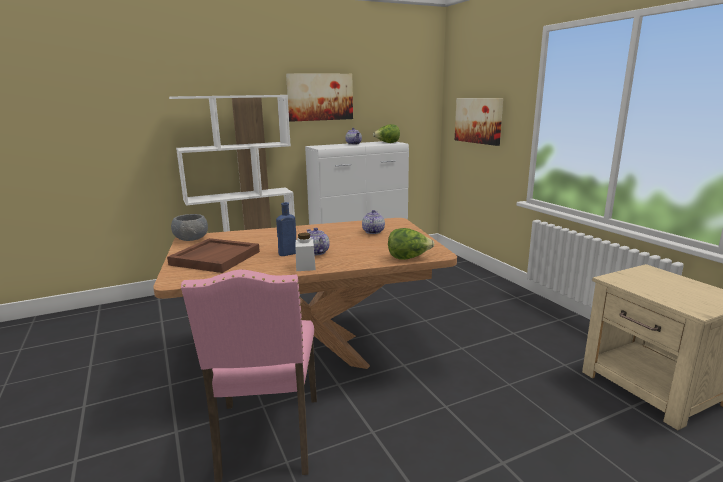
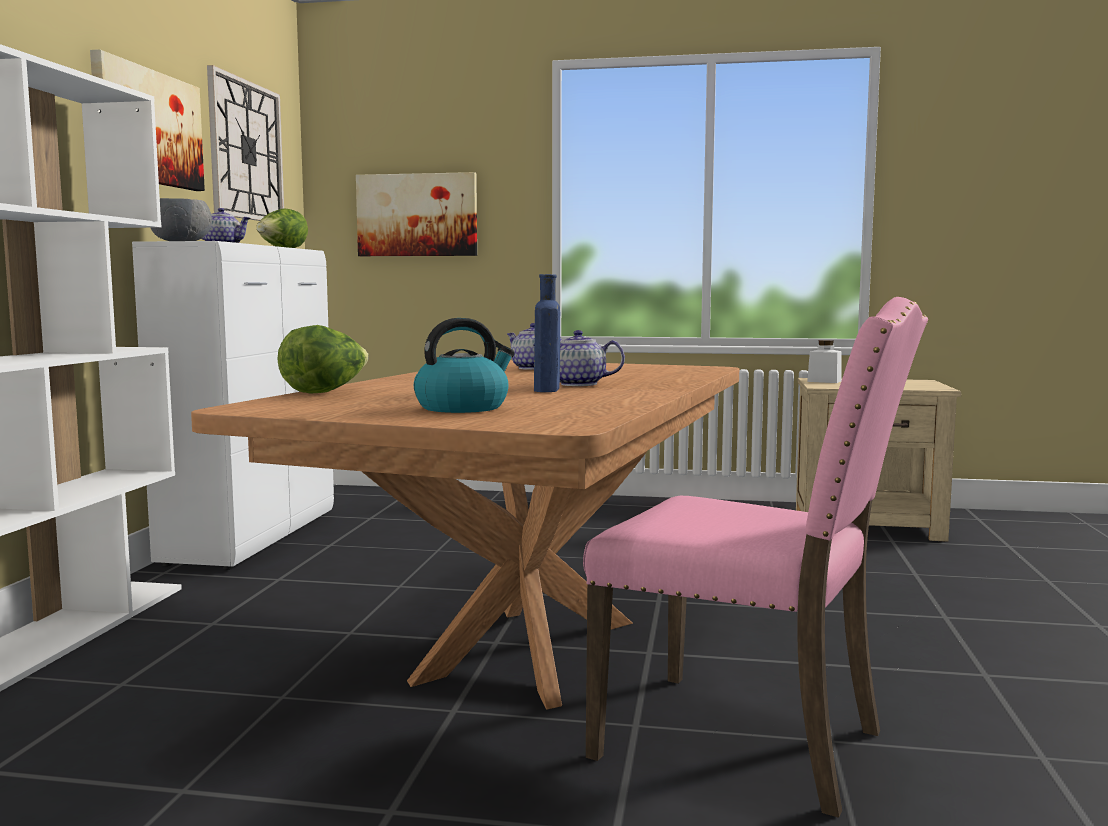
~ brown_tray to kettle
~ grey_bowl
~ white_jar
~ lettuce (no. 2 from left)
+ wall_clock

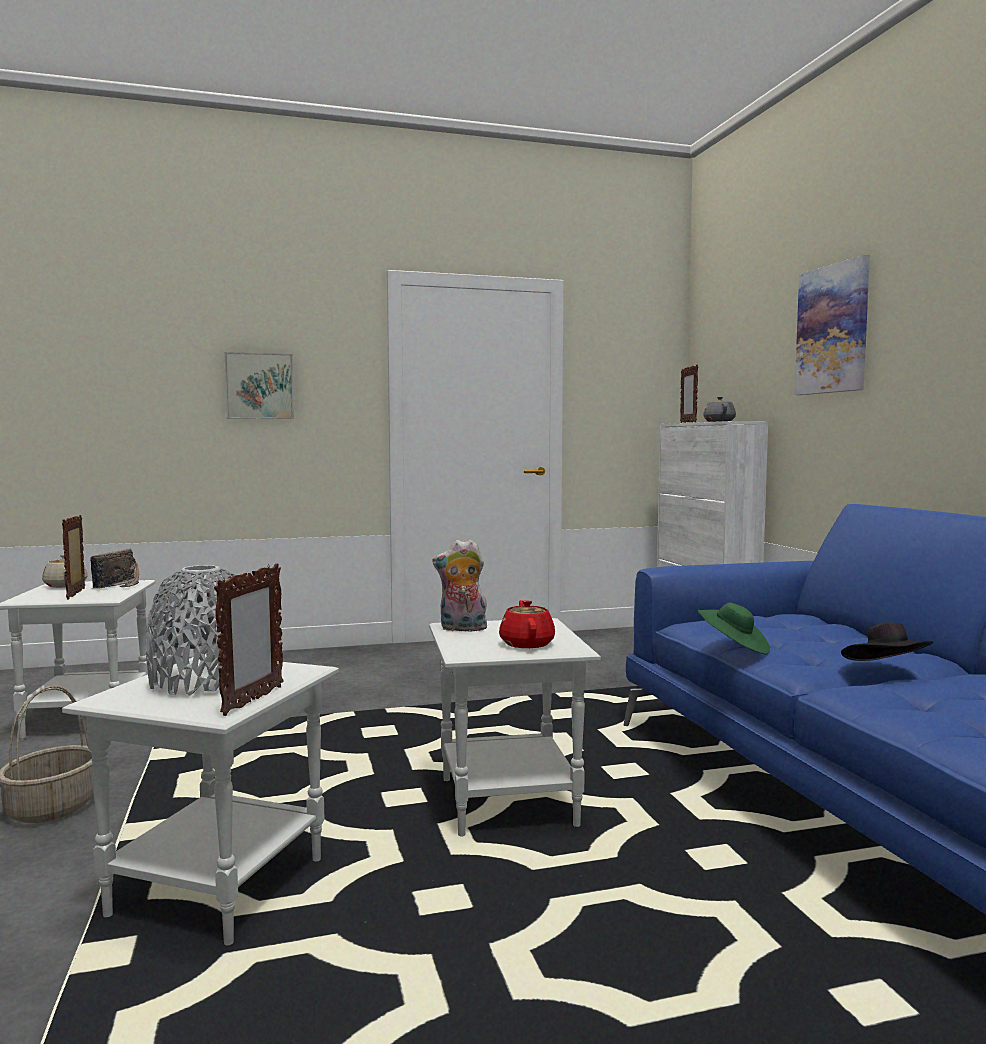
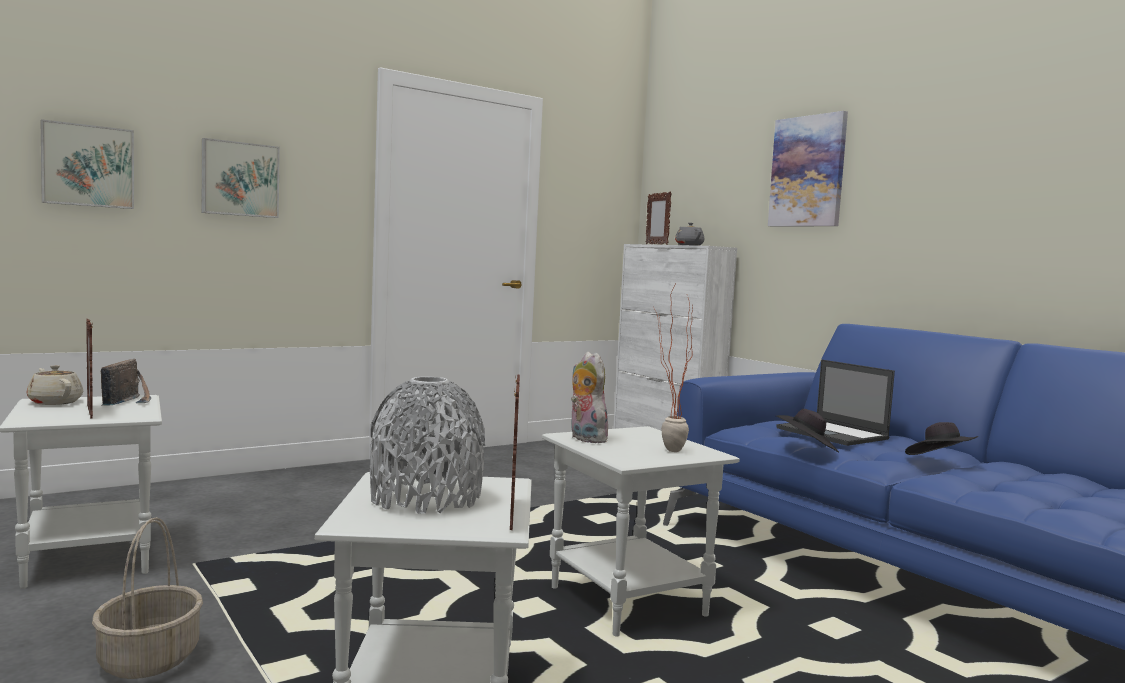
~ plush_toy 75 degrees clockwise
~ red_teapot to potted_plant
~ green_hat to black_hat (no. 1 from left)
+ picture (no. 1 from left)
+ laptop

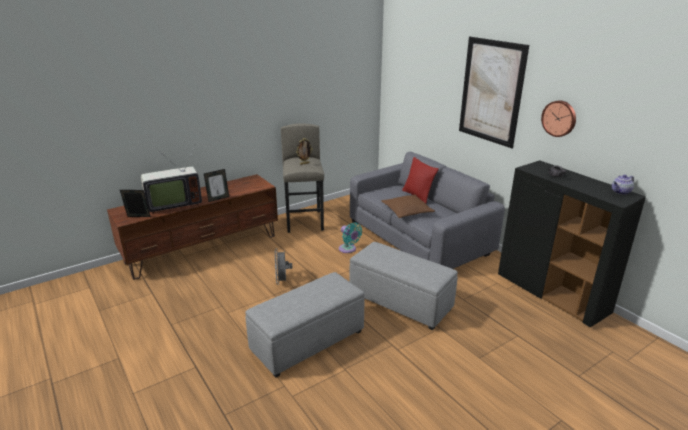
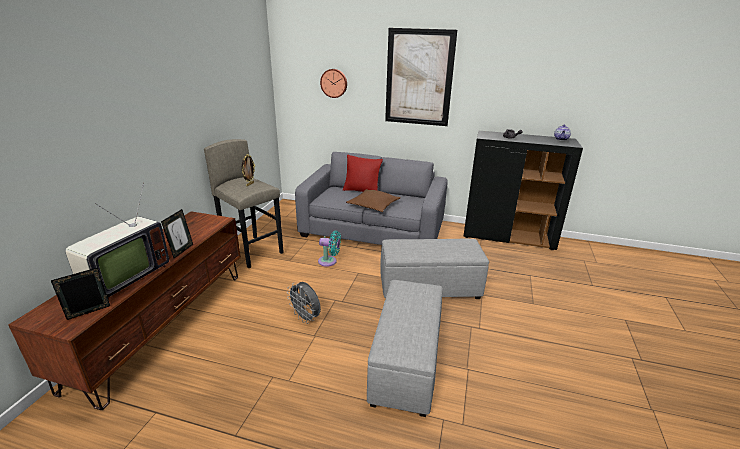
~ wall_clock

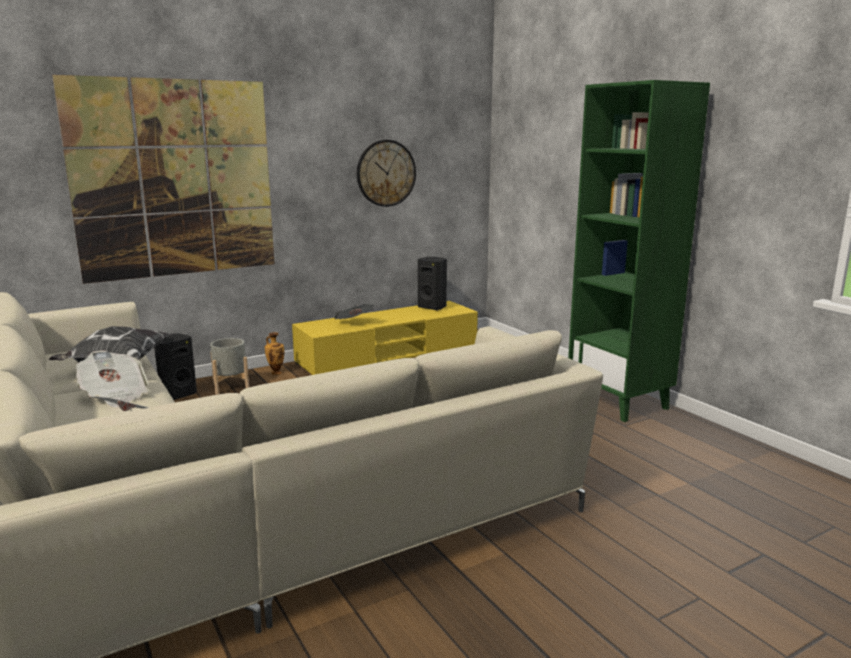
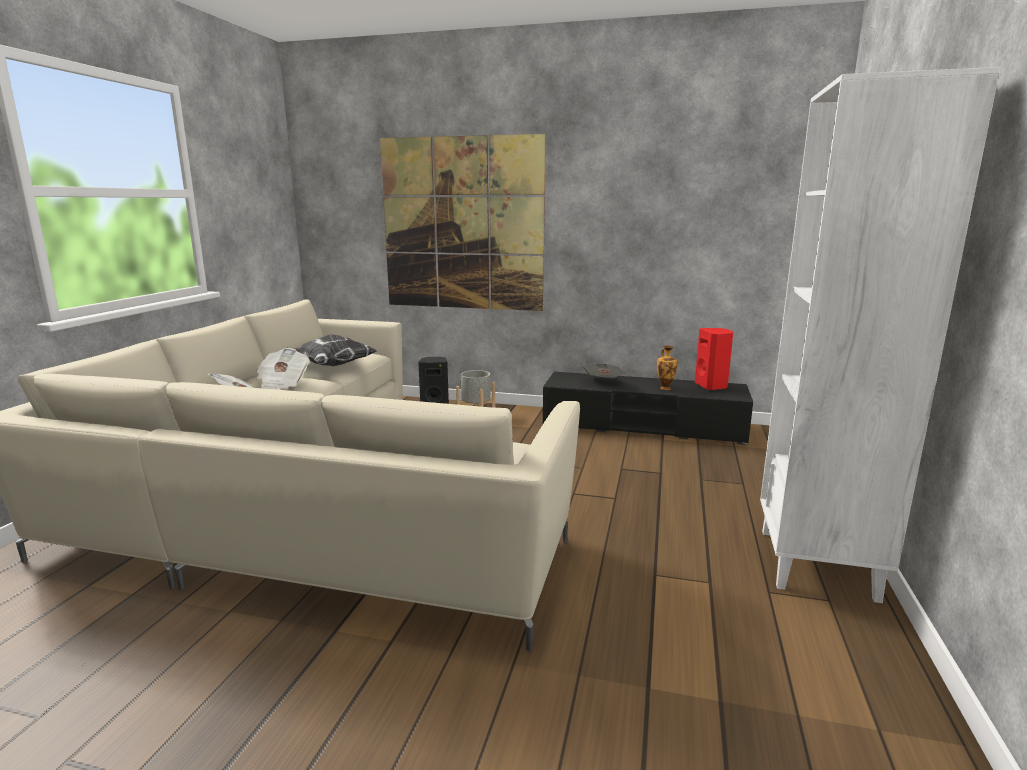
~ vase
~ yellow_tv_stand to black_tv_stand
- wall_clock
~ black_speaker (no. 2 from left) to red_speaker
~ green_bookcase to white_bookcase

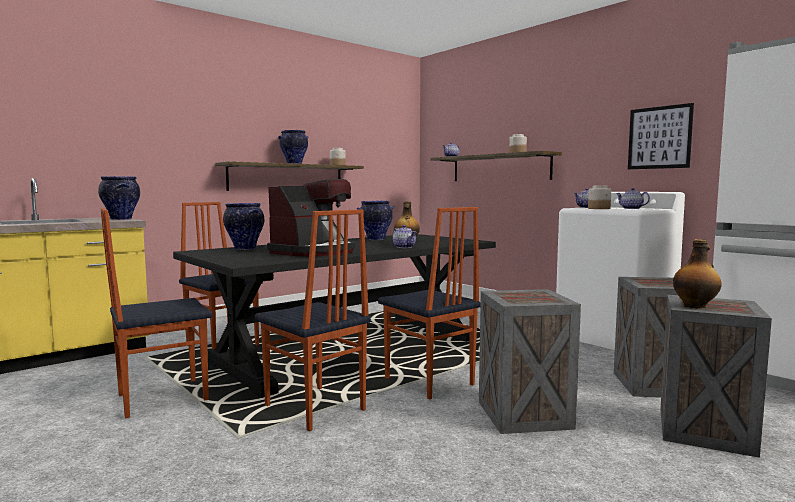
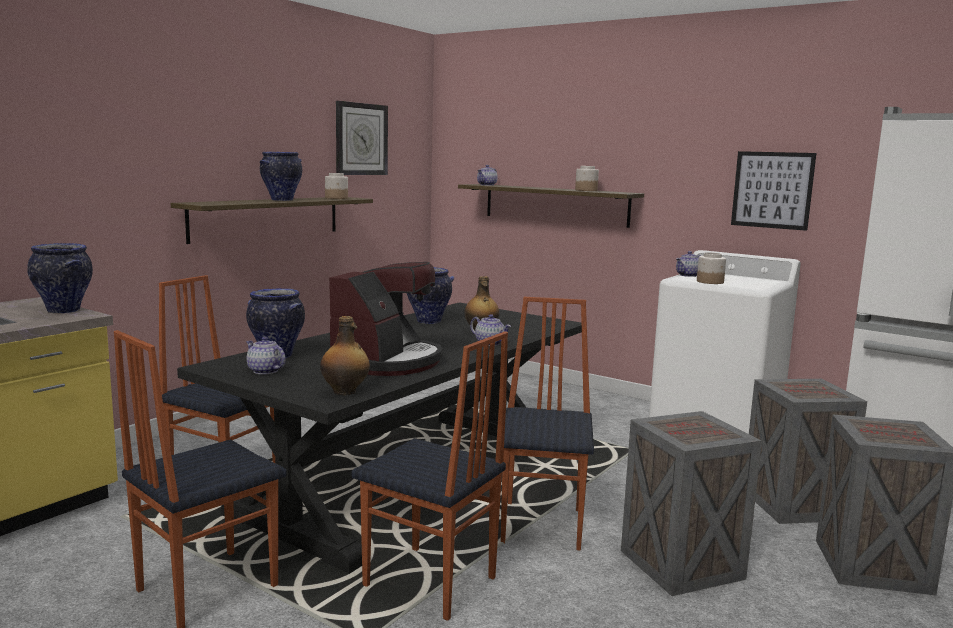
~ chair (no. 4 from left) 120 degrees counterclockwise
~ teapot (no. 4 from left in the first image) to teapot (no. 1 from left)
~ bottle (no. 2 from left in the first image) to bottle (no. 1 from left)
+ wall_clock

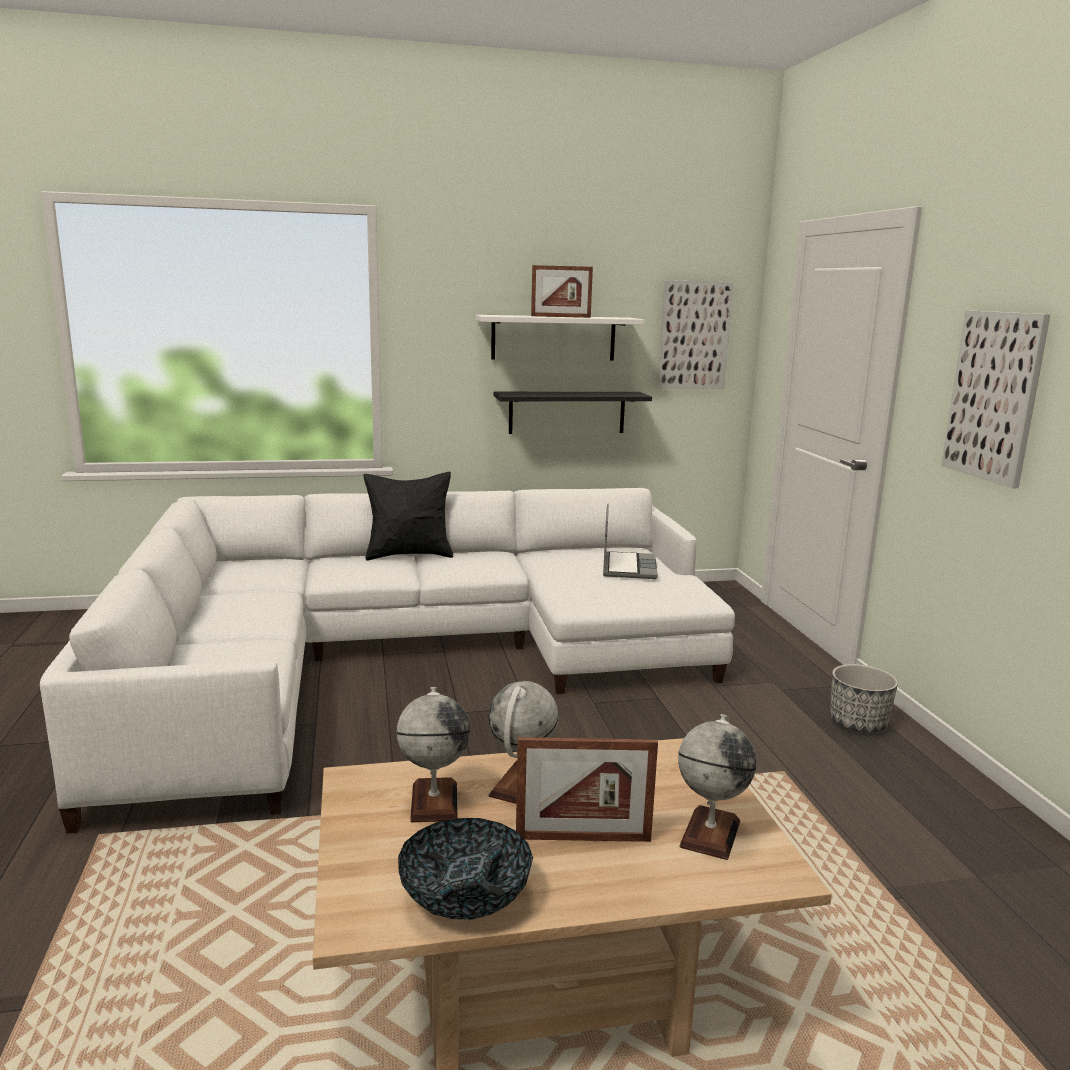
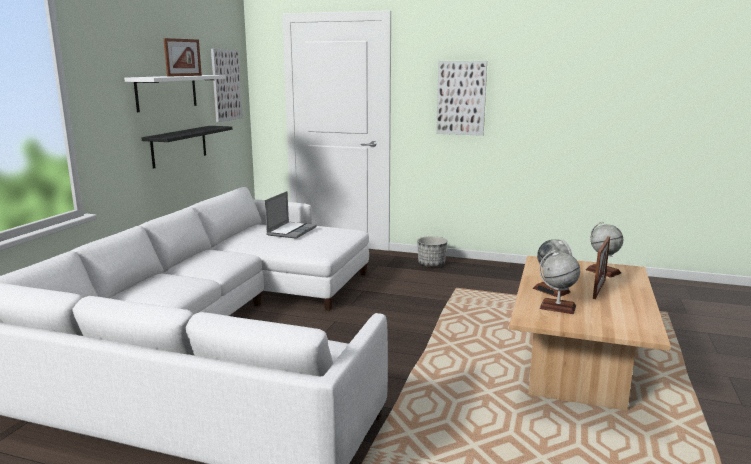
- black_pillow
- bowl
~ laptop 75 degrees clockwise

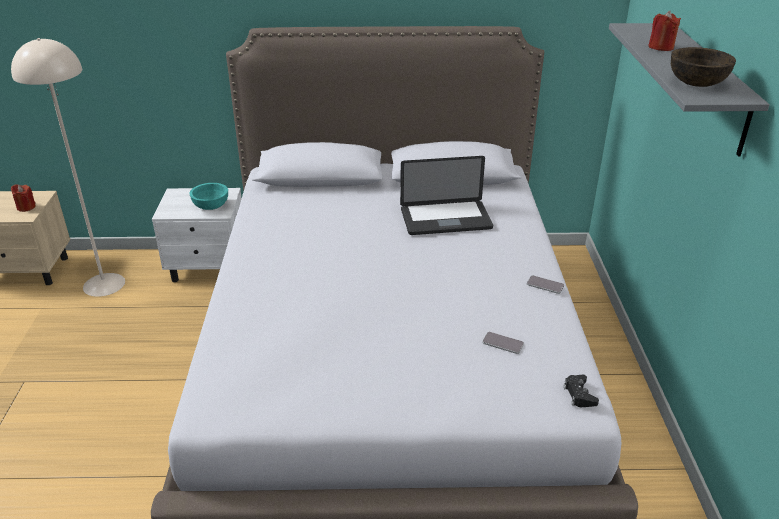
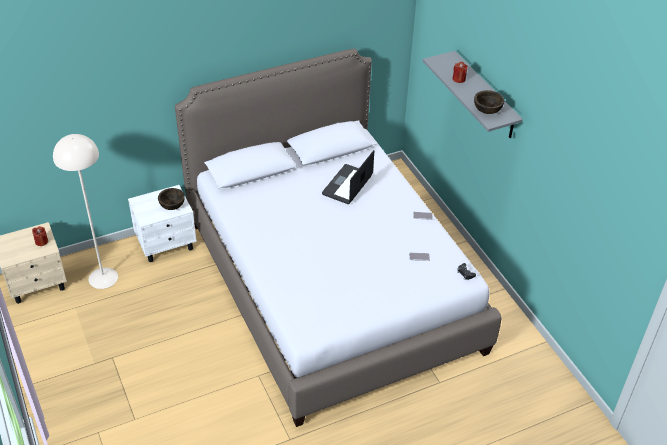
~ turquoise_bowl to brown_bowl (no. 1 from left)
~ laptop 150 degrees clockwise

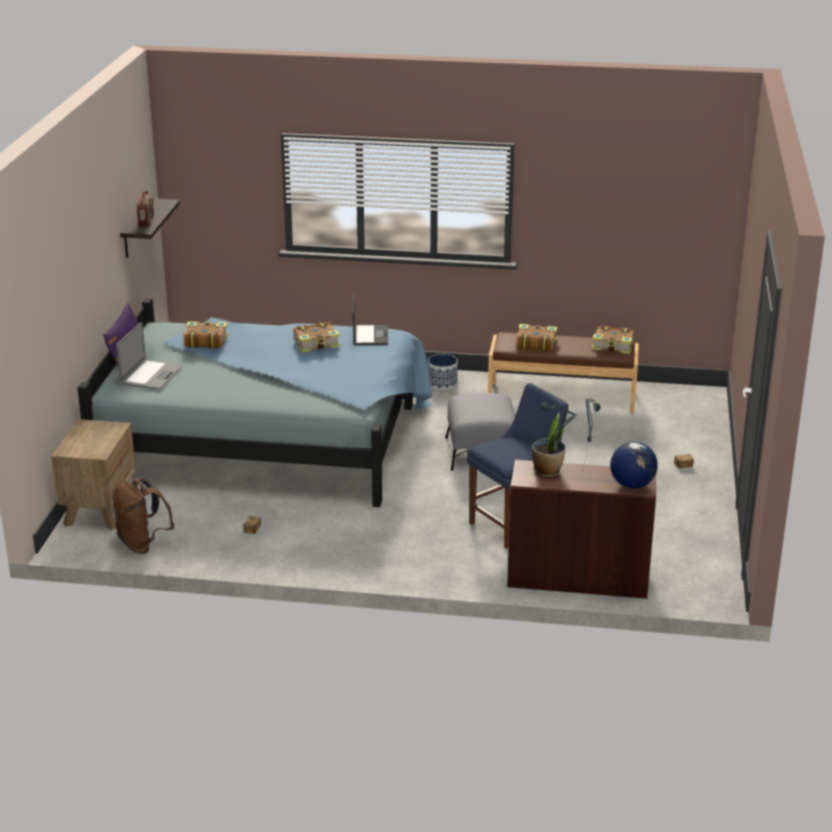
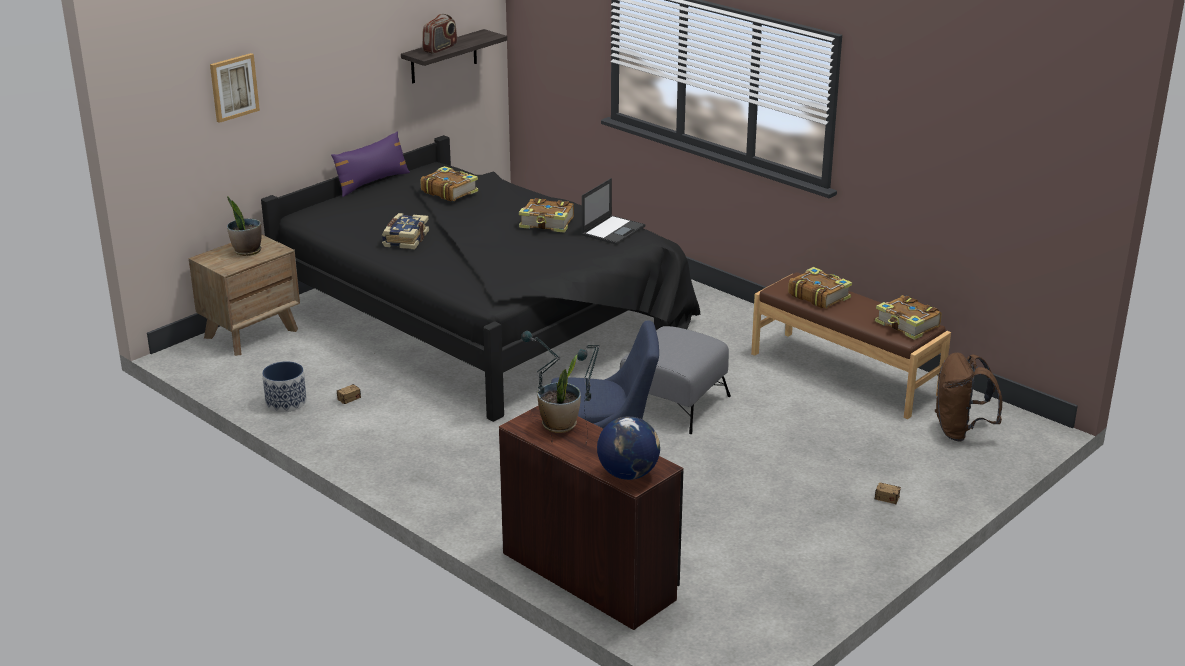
~ blue_bed to black_bed
~ brown_backpack
- laptop (no. 1 from left)
~ planter
+ picture
+ potted_plant (no. 1 from left)
+ book (no. 1 from left)

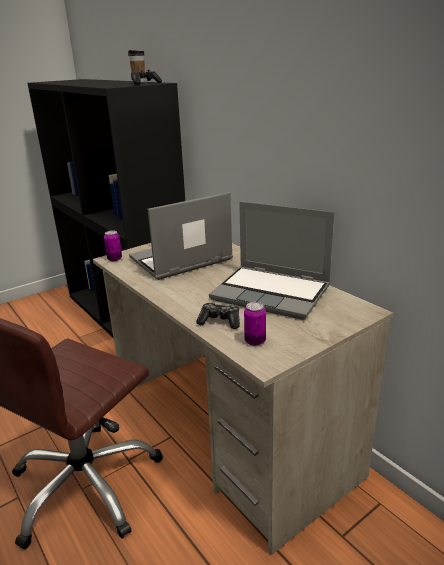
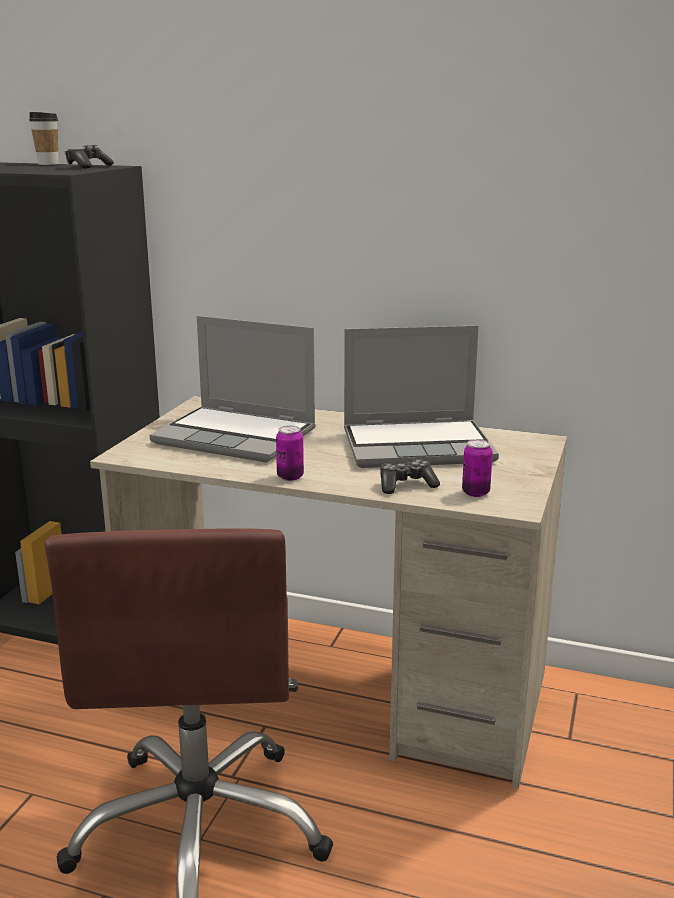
~ can (no. 1 from left)
~ laptop (no. 1 from left) 90 degrees counterclockwise

